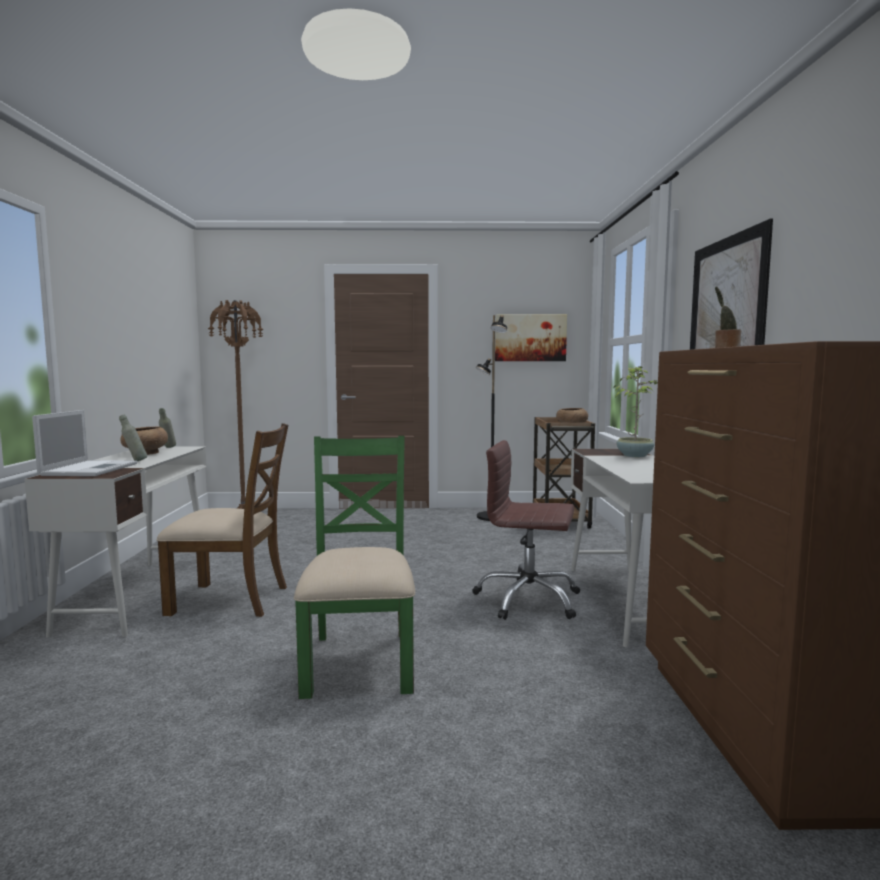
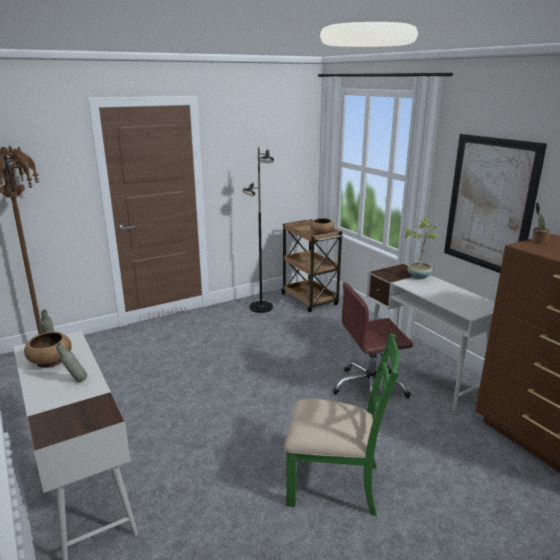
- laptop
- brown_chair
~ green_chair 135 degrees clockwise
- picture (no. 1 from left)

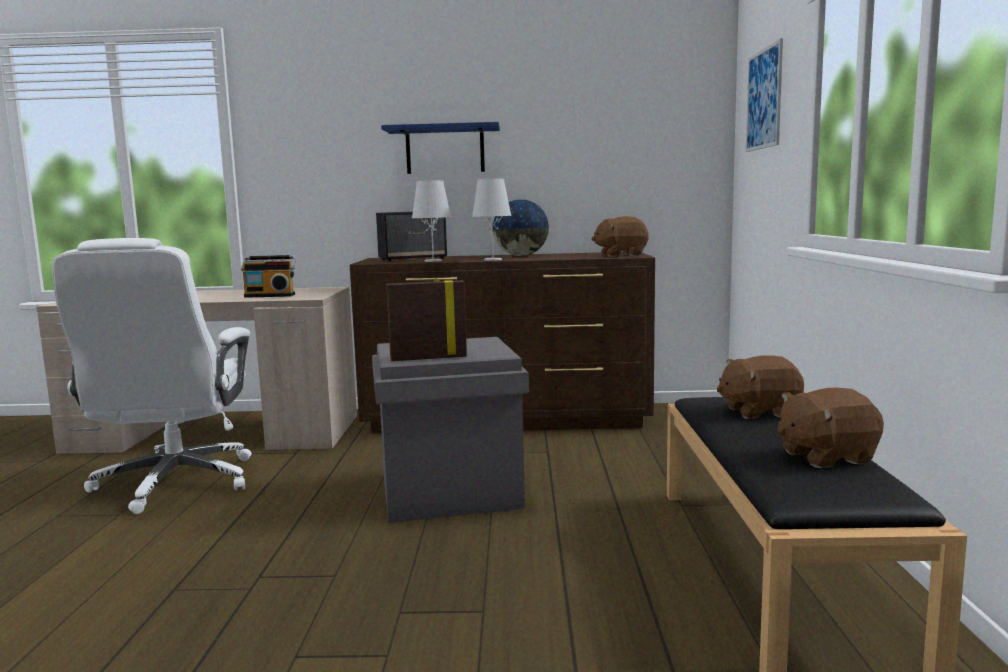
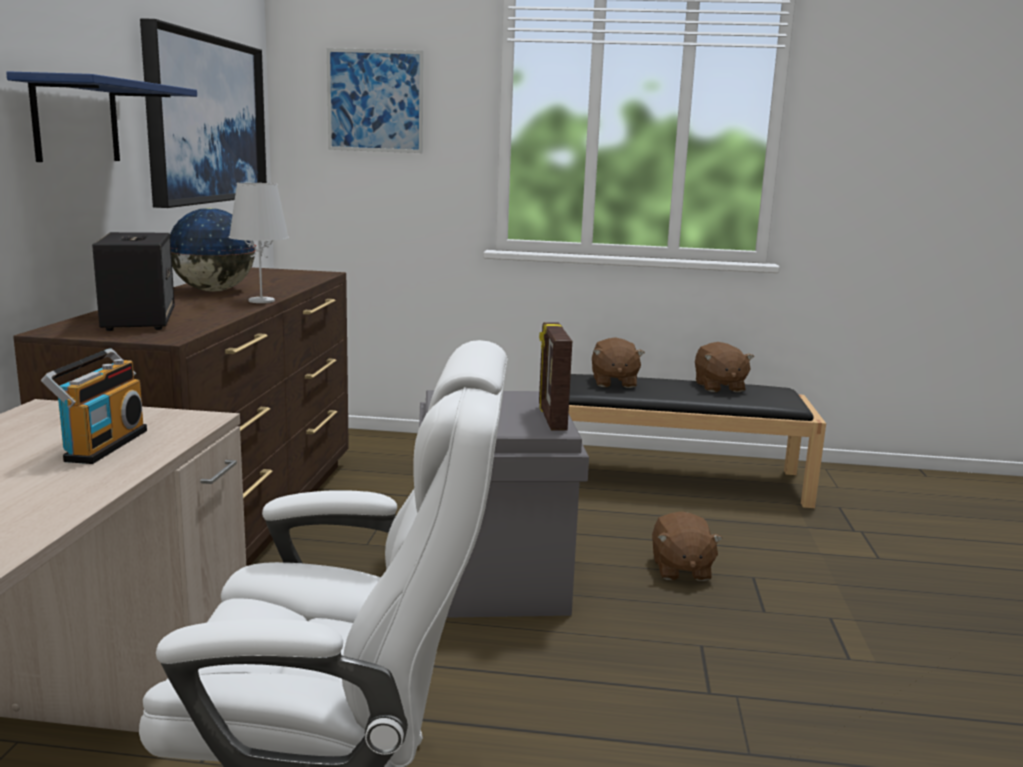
- white_table_lamp (no. 1 from left)
~ brown_plush_toy (no. 1 from left in the first image) to brown_plush_toy (no. 2 from left)
+ picture (no. 1 from left)

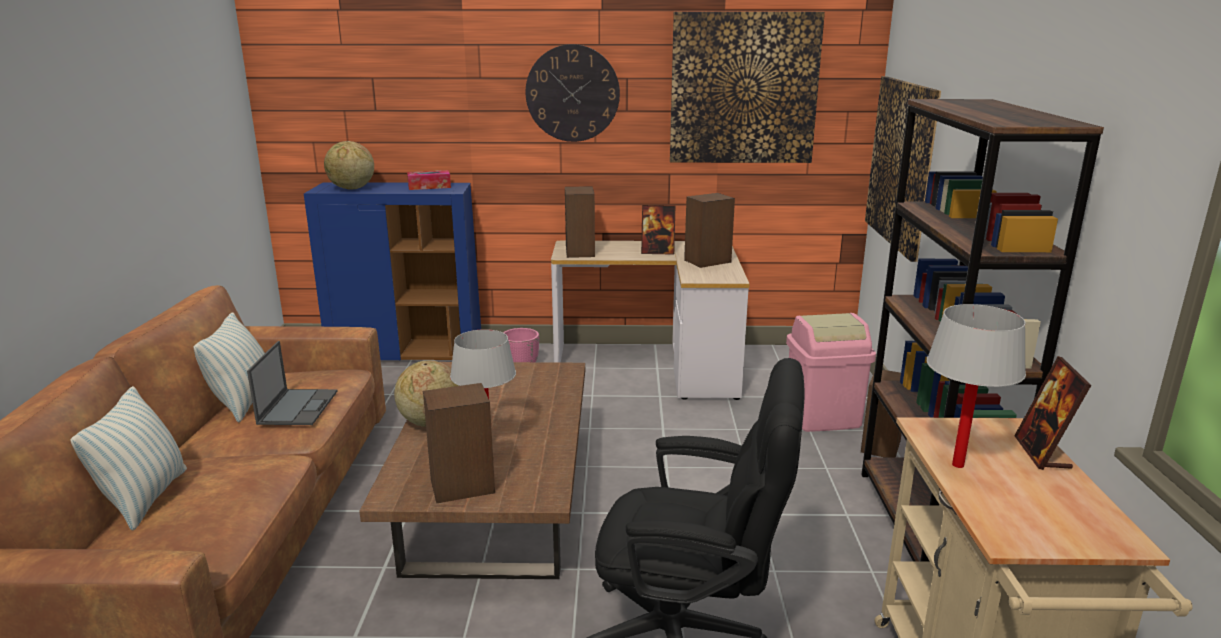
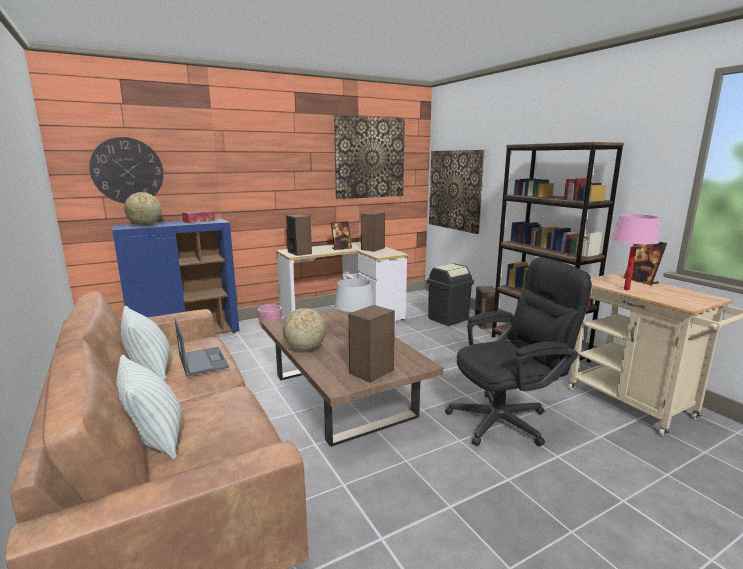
~ wall_clock
~ pink_trash_can to black_trash_can
~ white_table_lamp (no. 2 from left) to pink_table_lamp

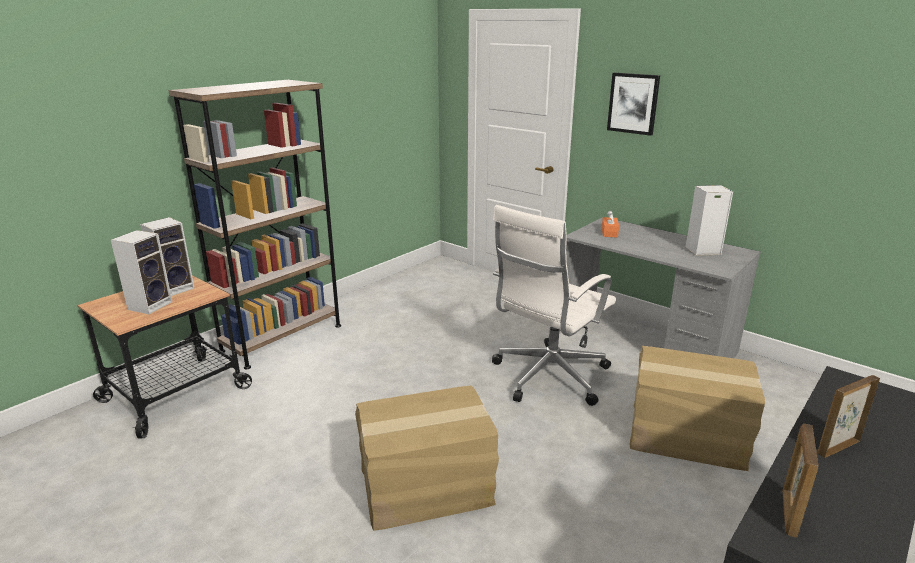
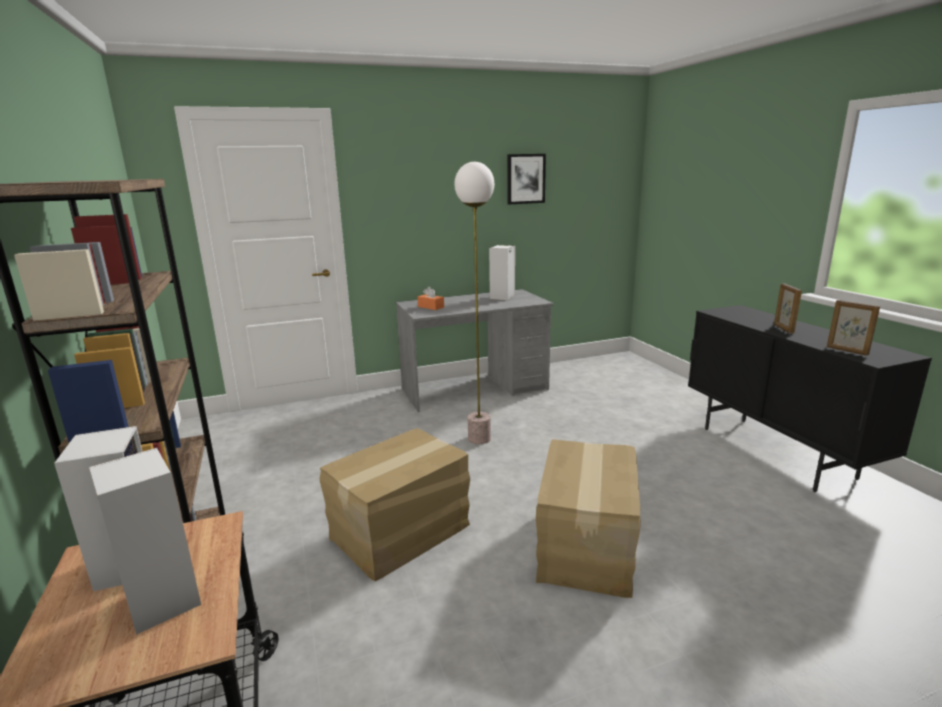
~ white_office_chair to floor_lamp
~ picture
~ cardboard_box (no. 2 from left in the first image) to cardboard_box (no. 1 from left)

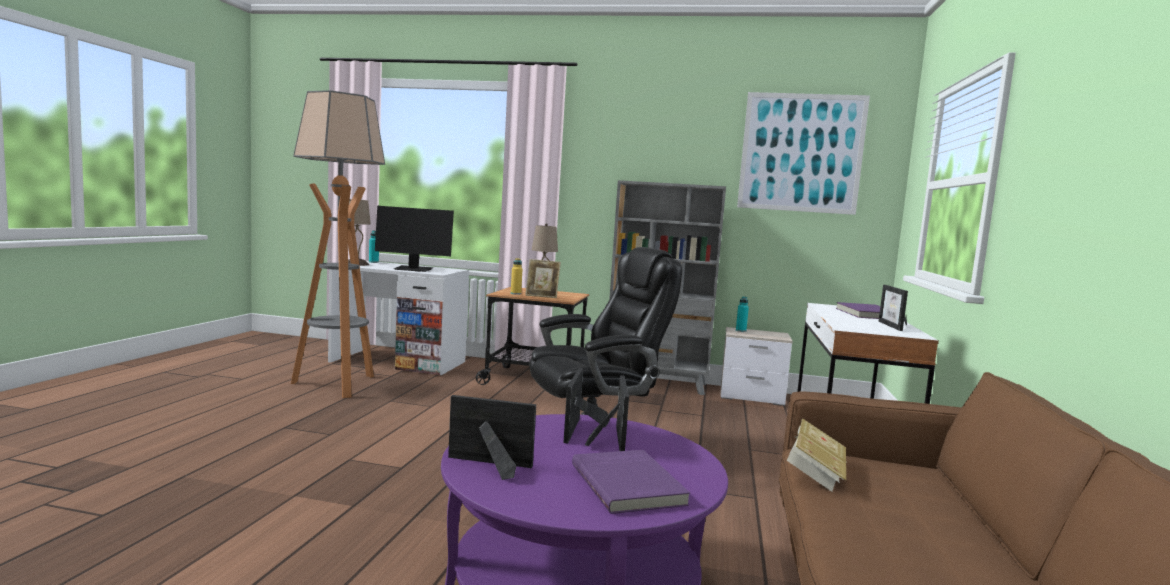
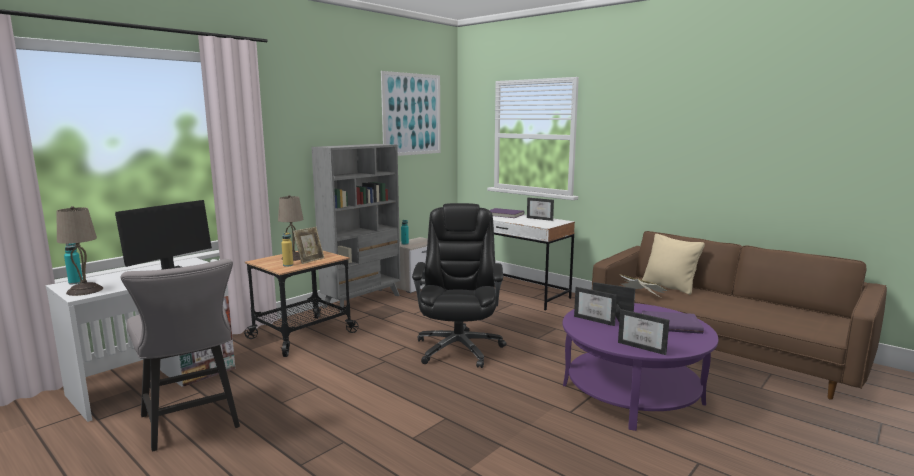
~ floor_lamp to grey_chair
~ picture_frame (no. 1 from left in the first image) 90 degrees counterclockwise
+ beige_pillow

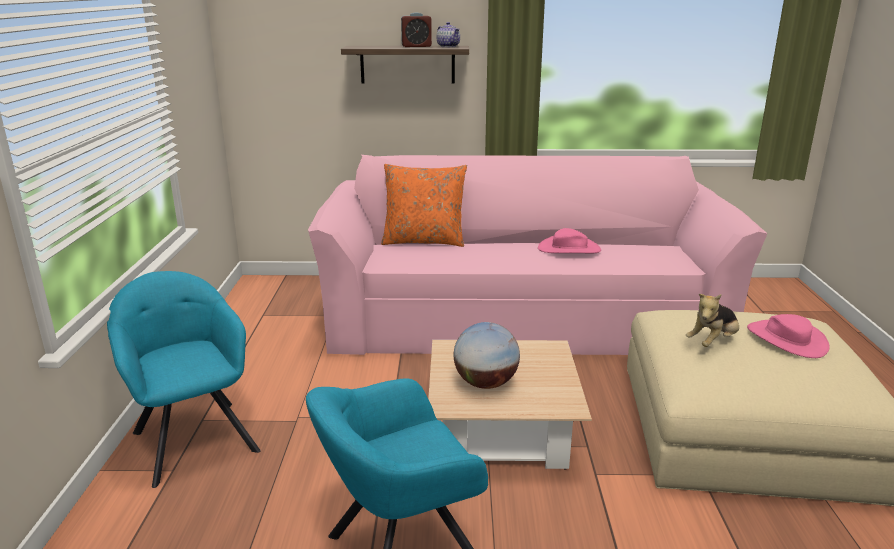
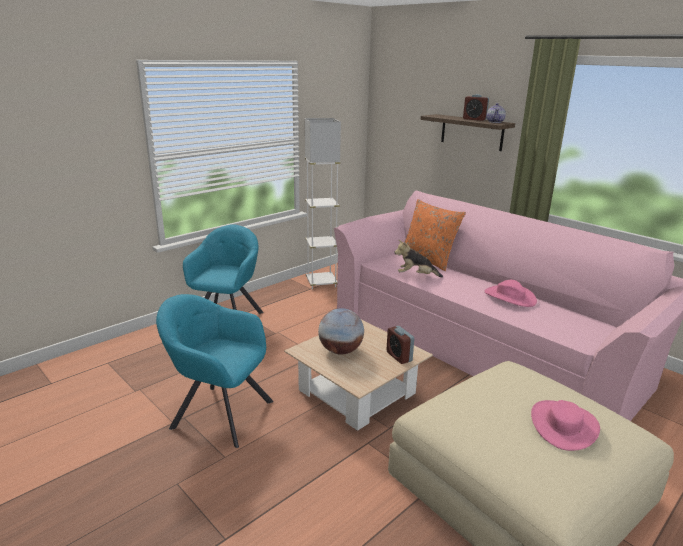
~ plush_toy
+ white_floor_lamp
+ alarm_clock (no. 1 from left)

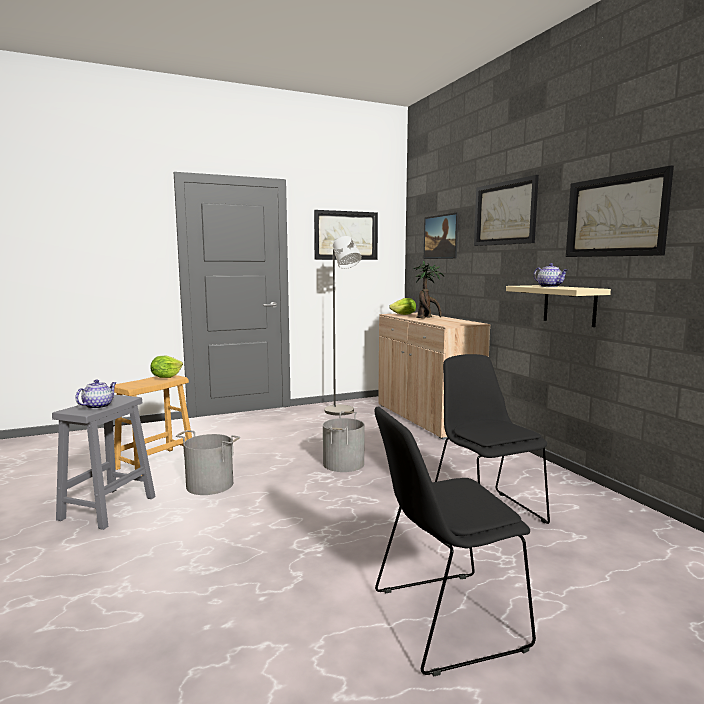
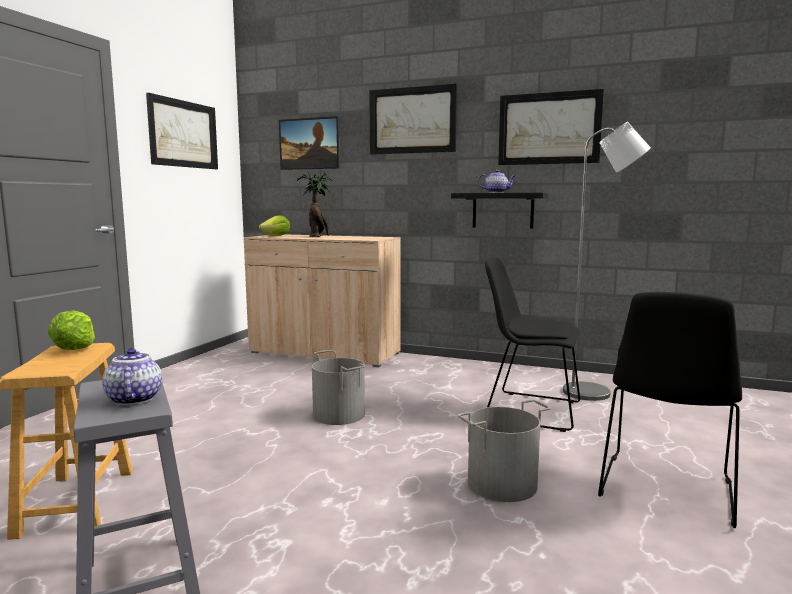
~ grey_bucket (no. 1 from left in the first image) to grey_bucket (no. 2 from left)
~ grey_floor_lamp
~ beige_shelf to black_shelf

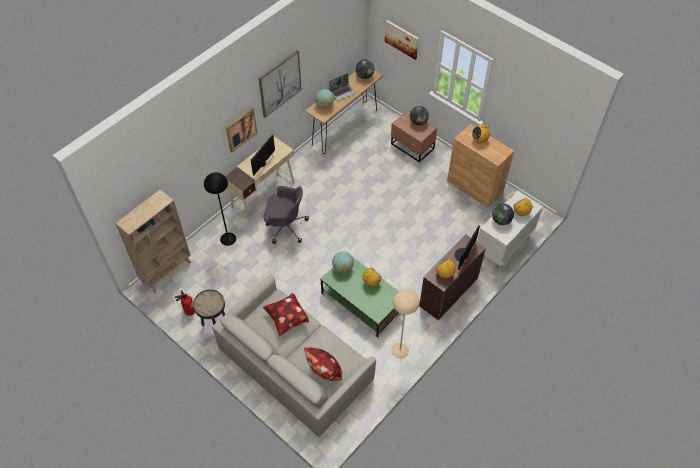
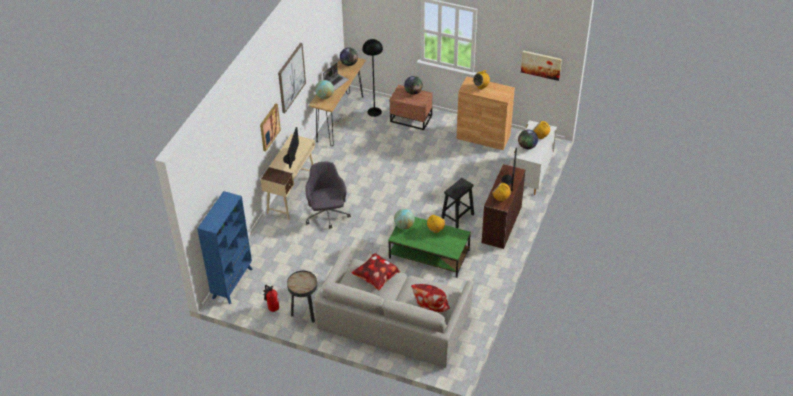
~ beige_bookcase to blue_bookcase
~ black_floor_lamp
~ grey_office_chair 90 degrees counterclockwise
~ picture (no. 3 from left)
- beige_floor_lamp
+ black_stool

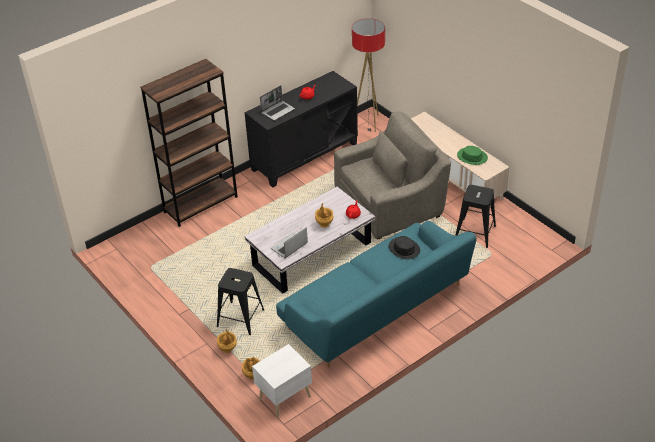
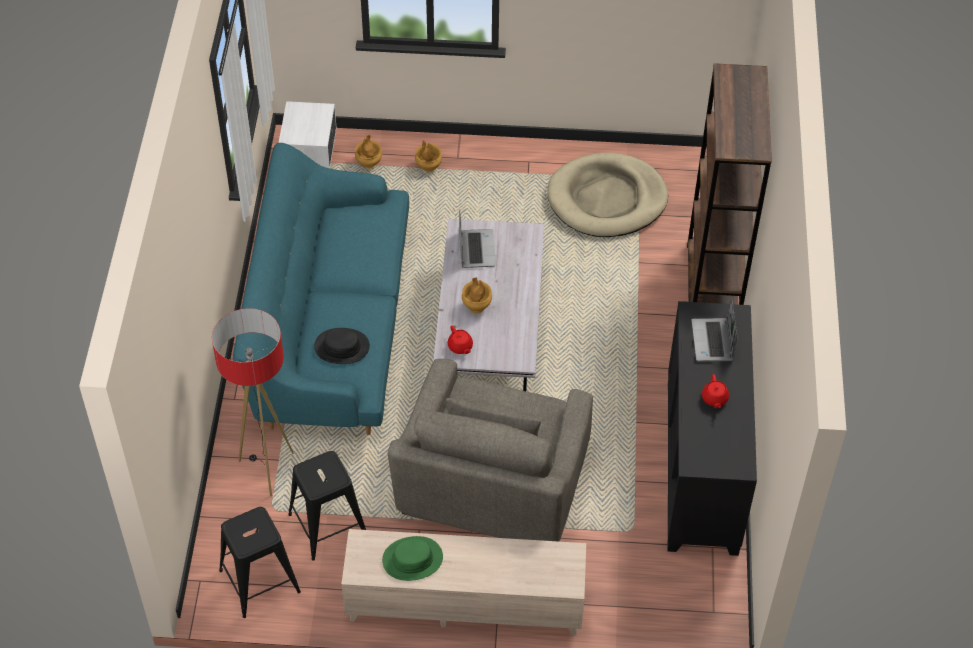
~ black_stool (no. 1 from left)
~ floor_lamp
+ beige_dog_bed

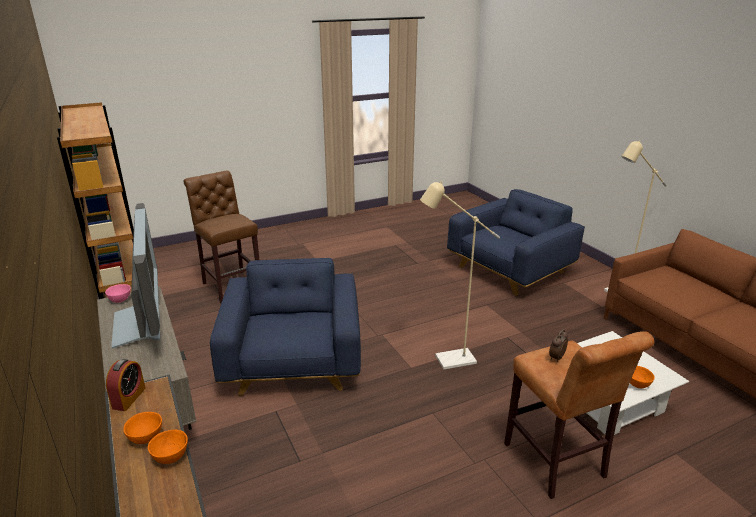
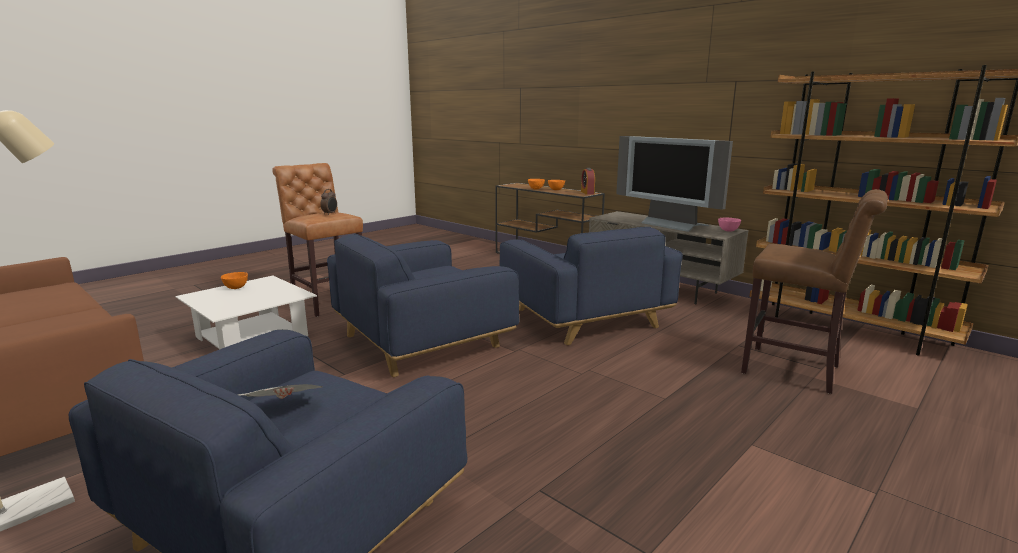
~ beige_floor_lamp (no. 1 from left) to blue_armchair (no. 2 from left)
+ newspaper

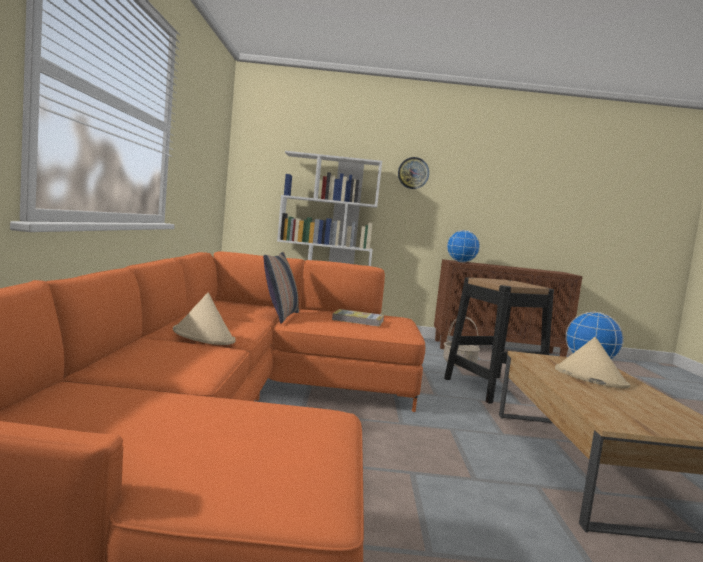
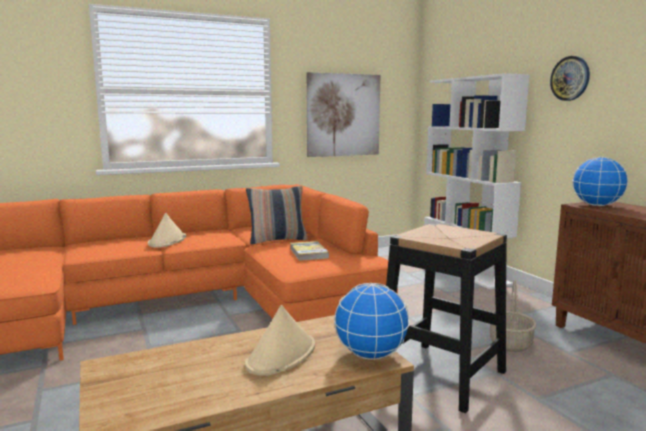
+ picture

